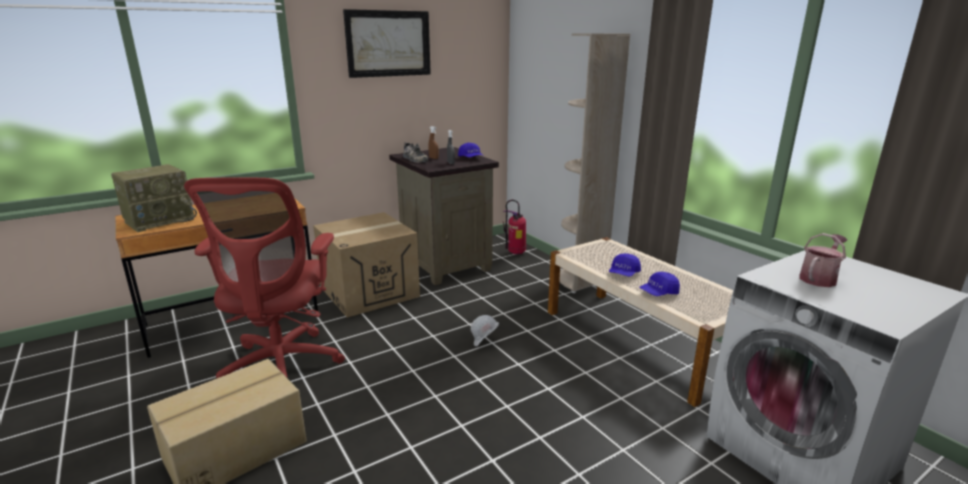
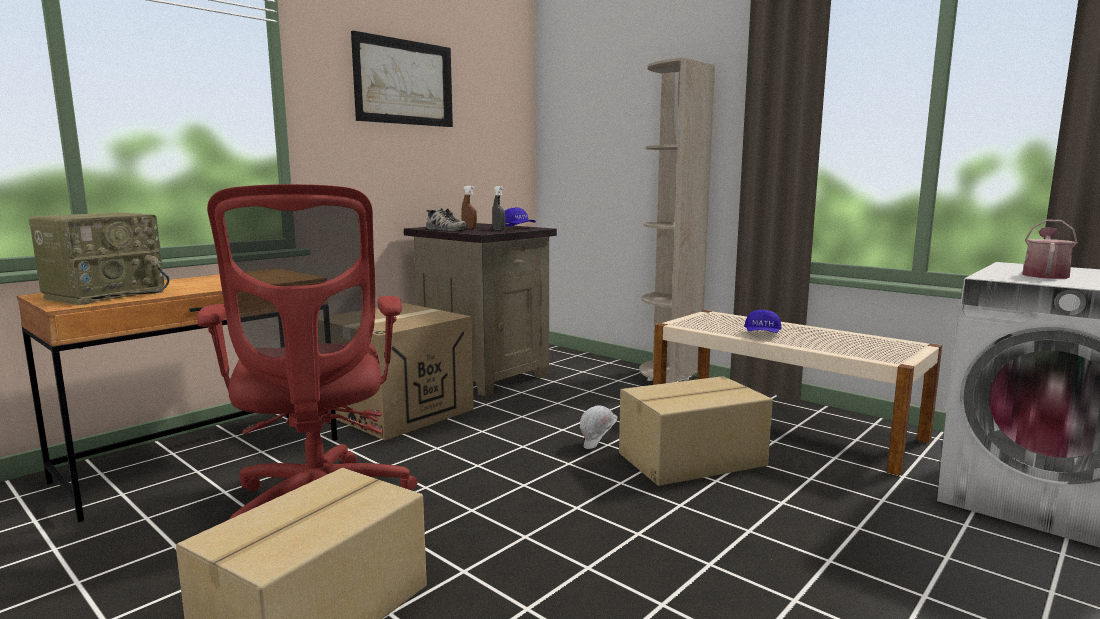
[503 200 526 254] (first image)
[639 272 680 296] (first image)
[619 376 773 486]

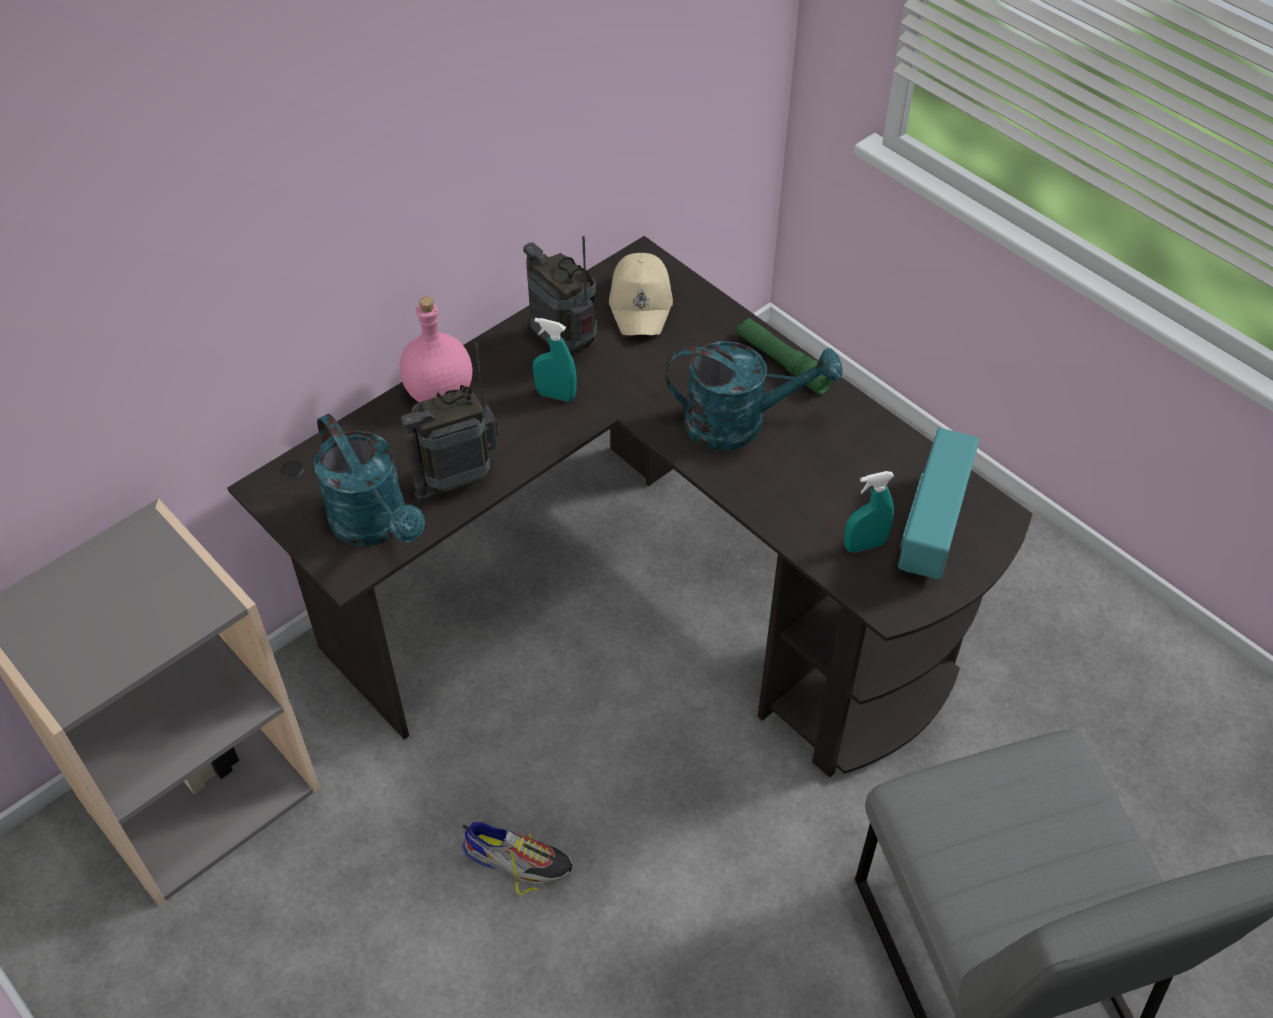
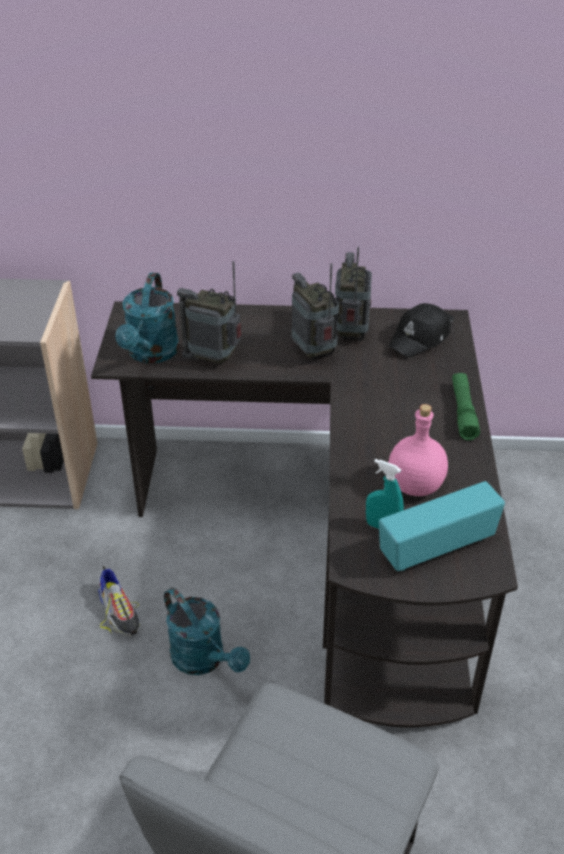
[388 404 448 496]
[164 588 250 675]
[292 263 339 360]
[388 303 451 357]

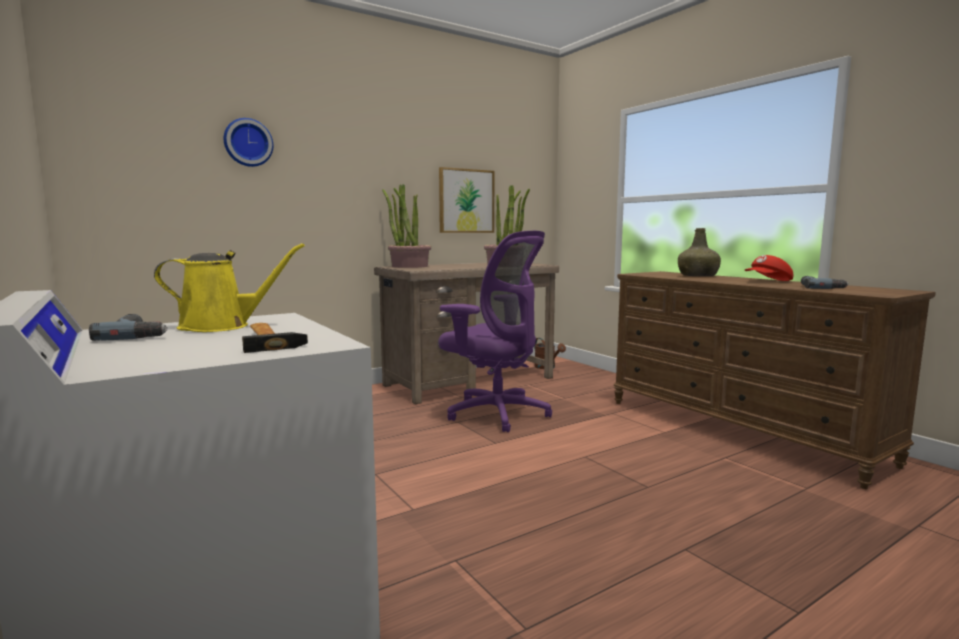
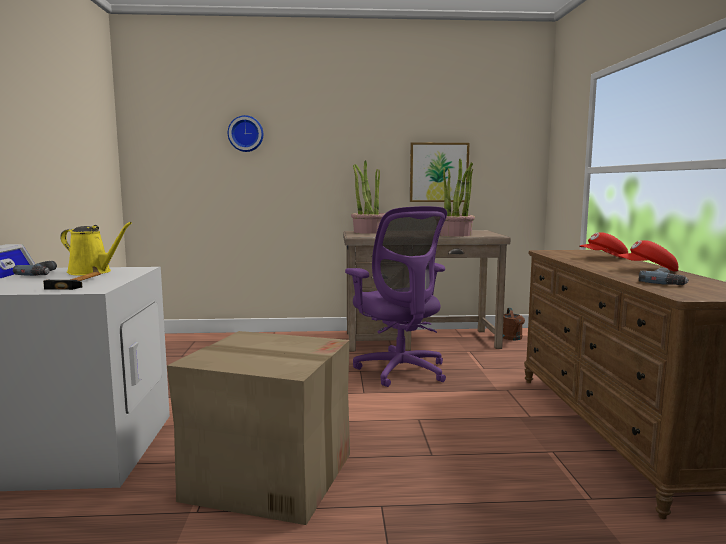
[167 331 350 525]
[579 232 628 258]

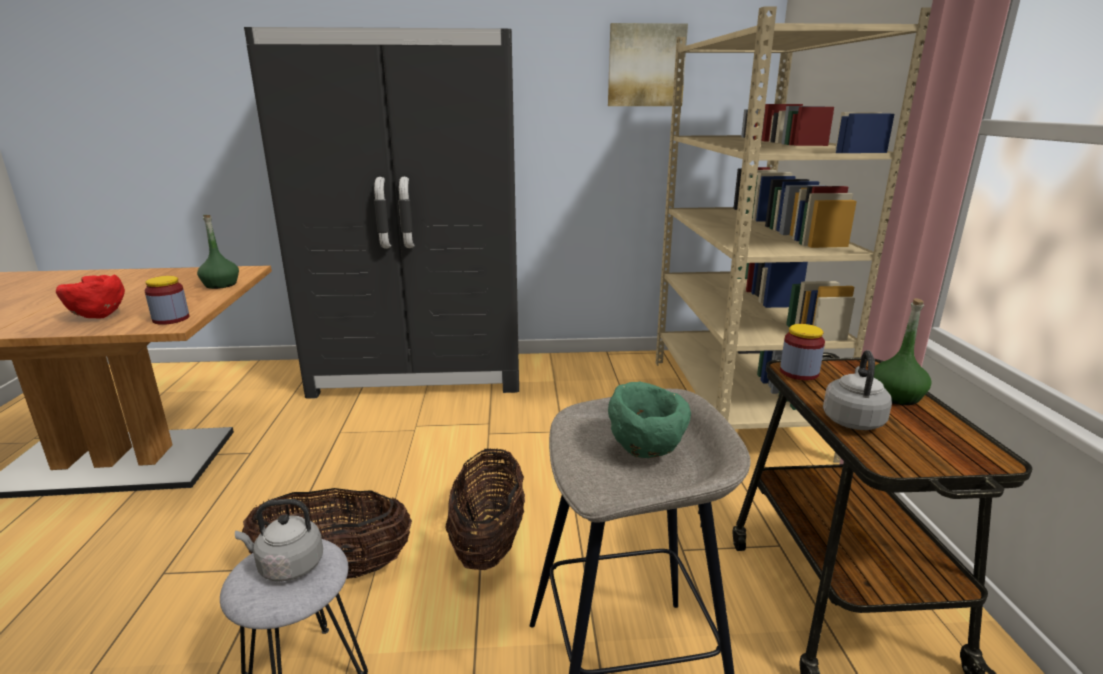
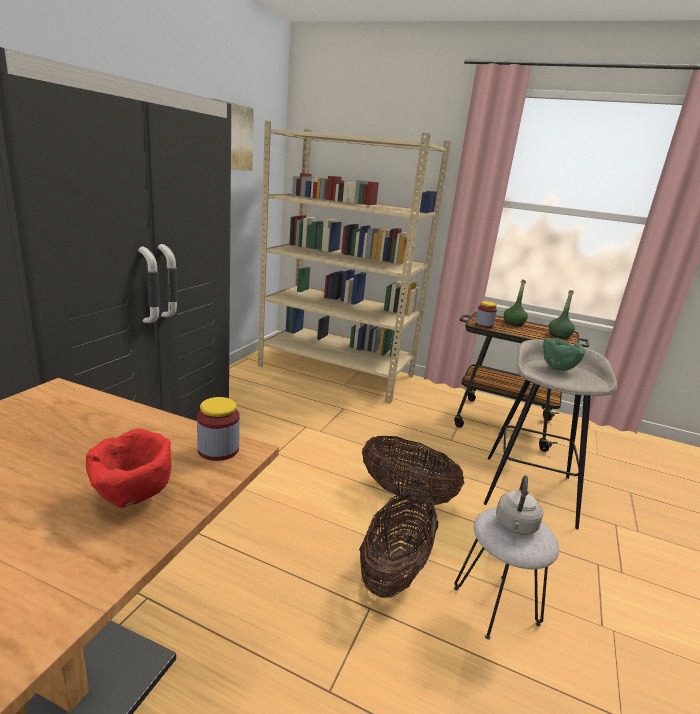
[823 350 892 430] (first image)
[549 290 575 339]

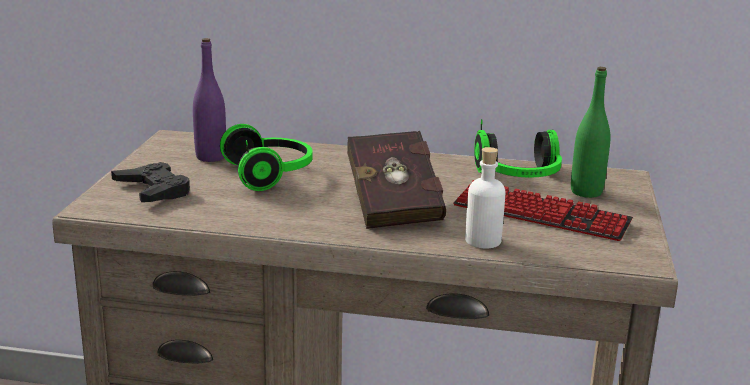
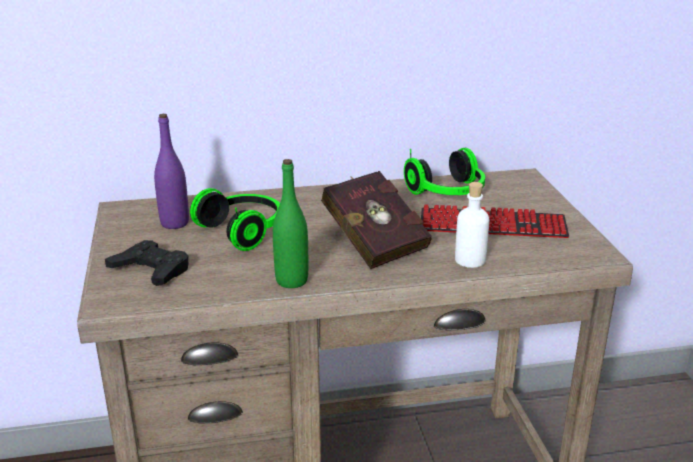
[273 159 308 288]

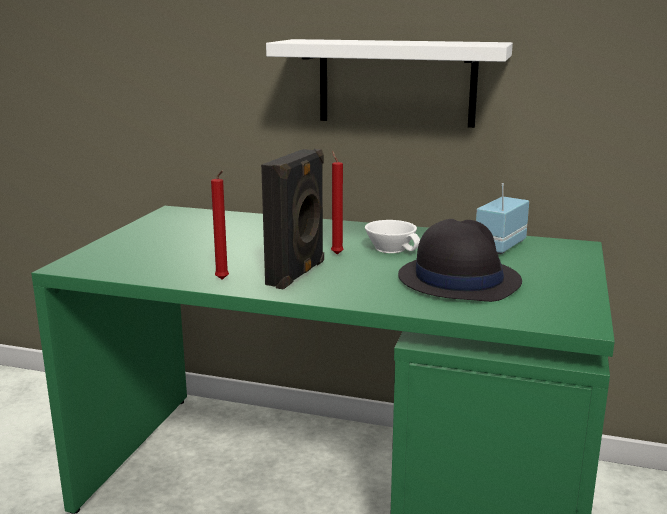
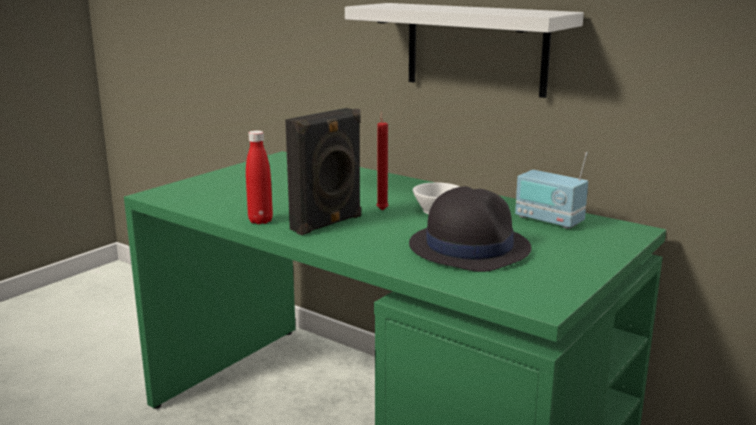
[246 130 273 224]
[515 152 588 229]

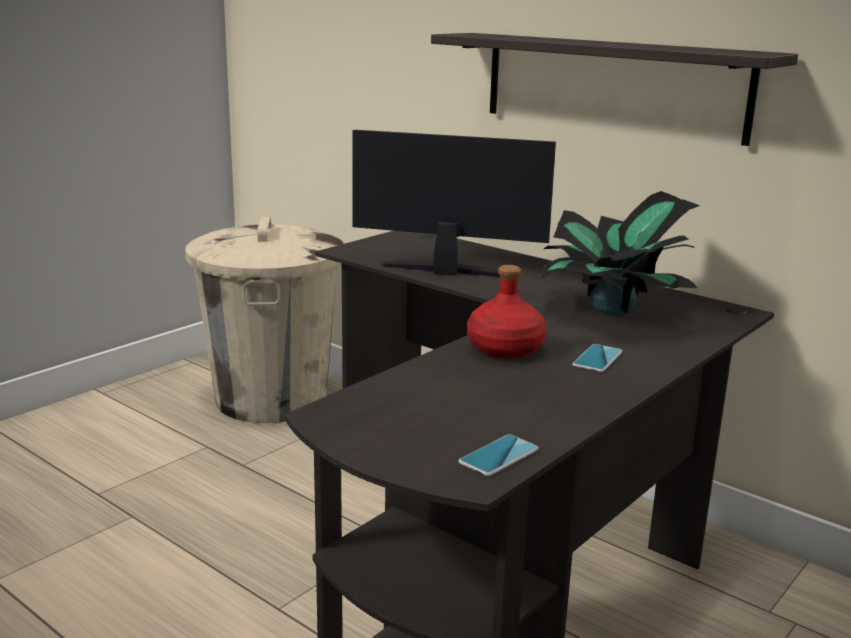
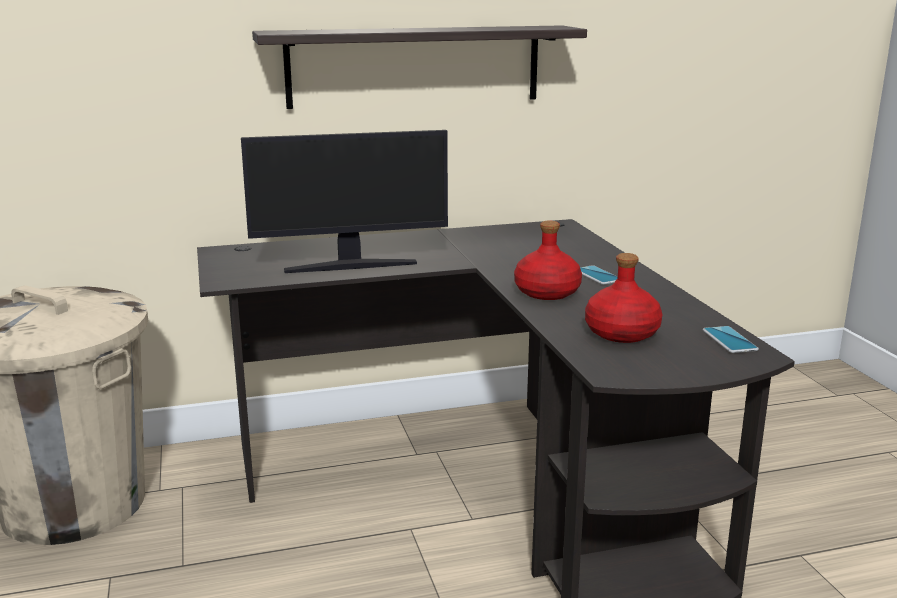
[541 191 700 316] (first image)
[585 253 662 343]
[241 130 448 273]

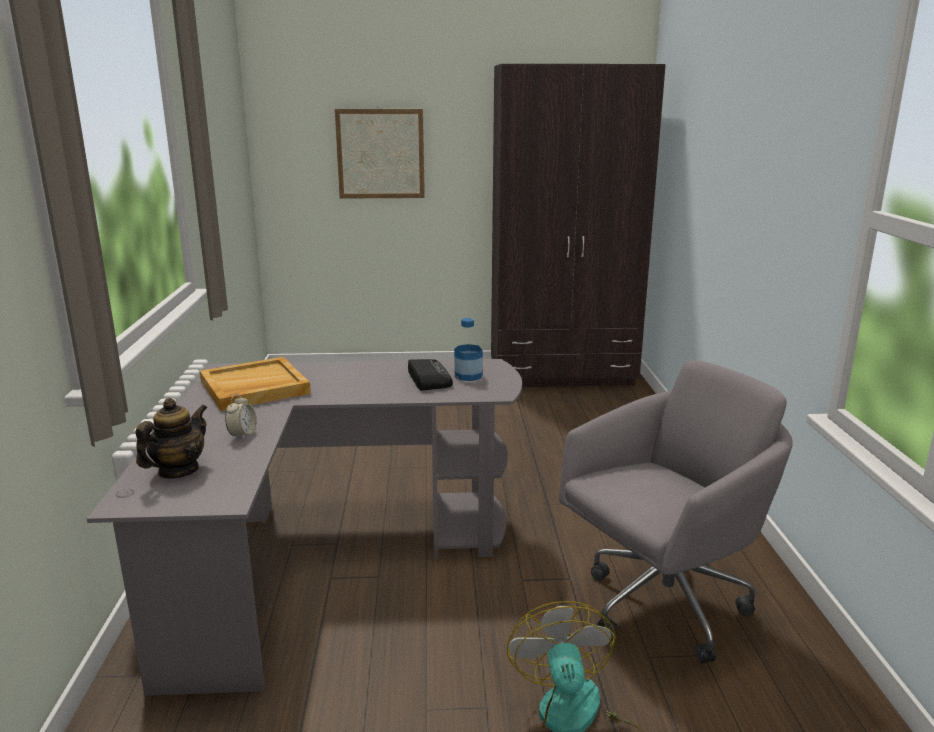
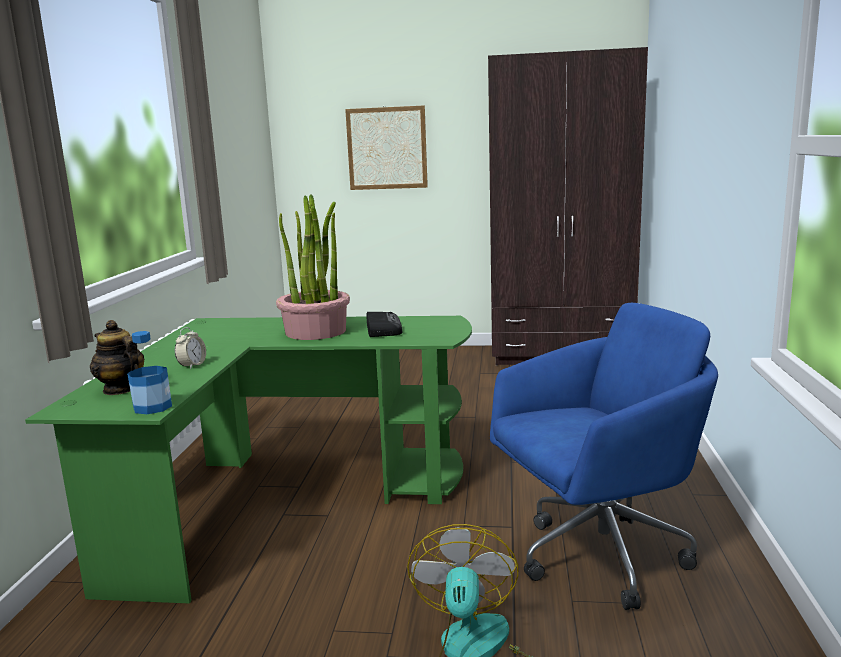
[200 357 311 411] (first image)
[276 195 350 340]
[127 331 172 414]
[25 316 472 603]
[490 303 718 610]
[90 320 144 395]

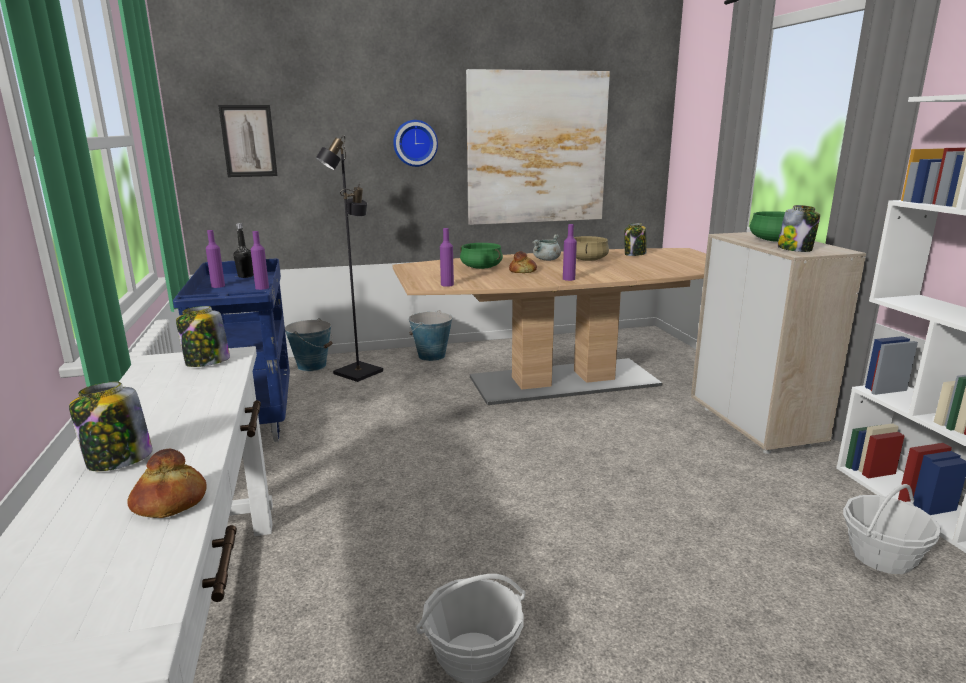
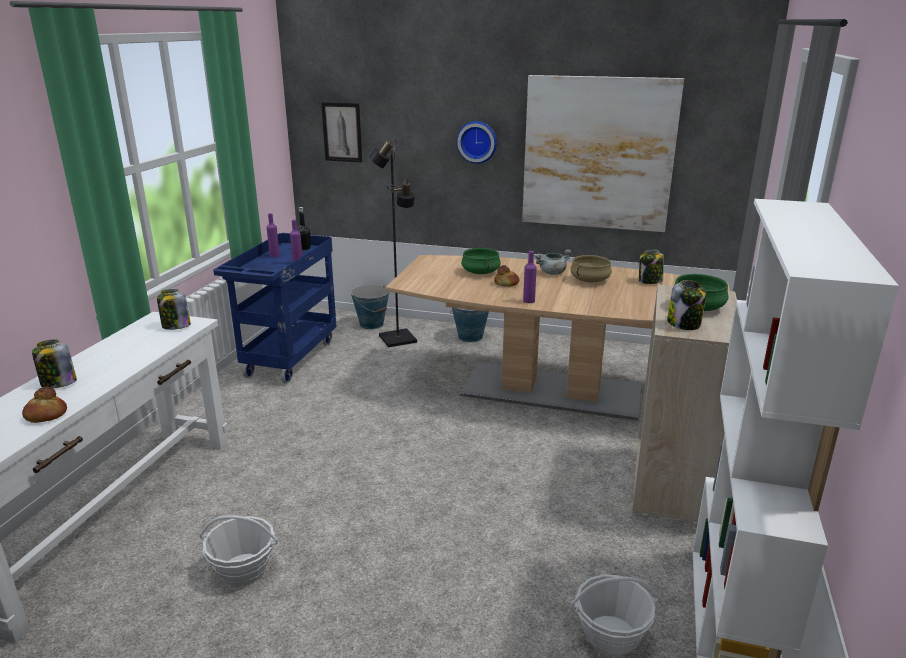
[440 228 454 287] (first image)

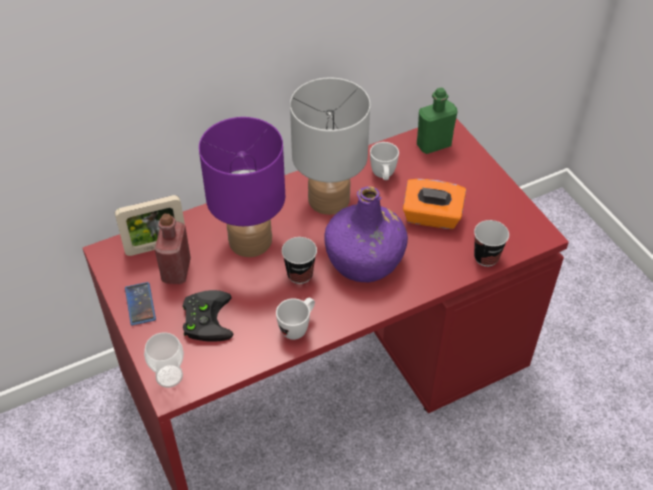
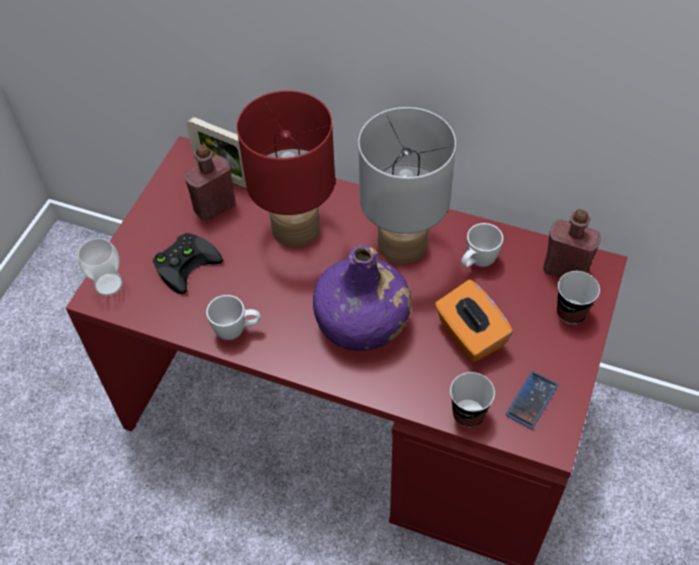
[506 371 558 429]
[557 271 600 324]
[237 90 335 247]
[543 209 601 278]

